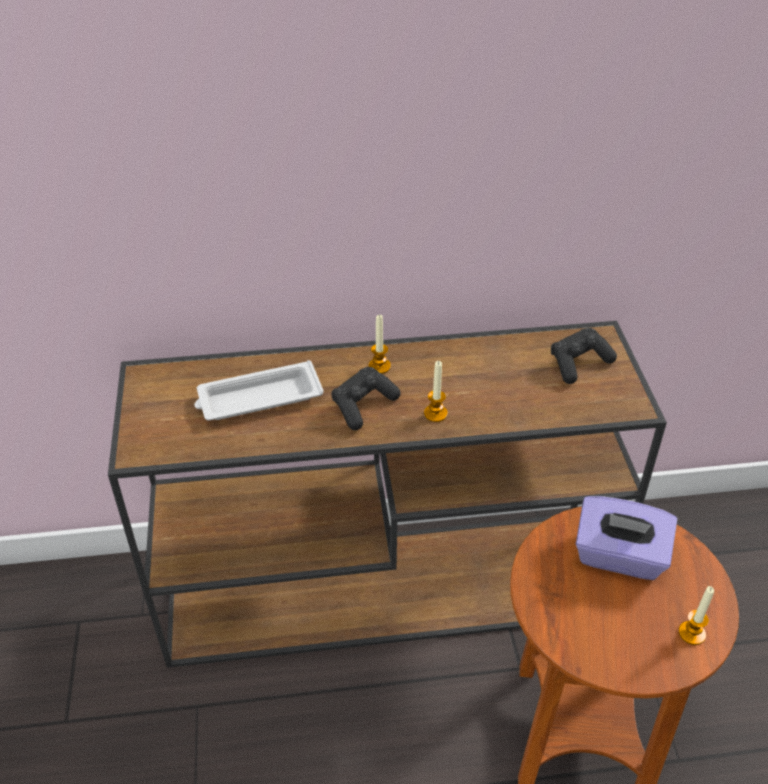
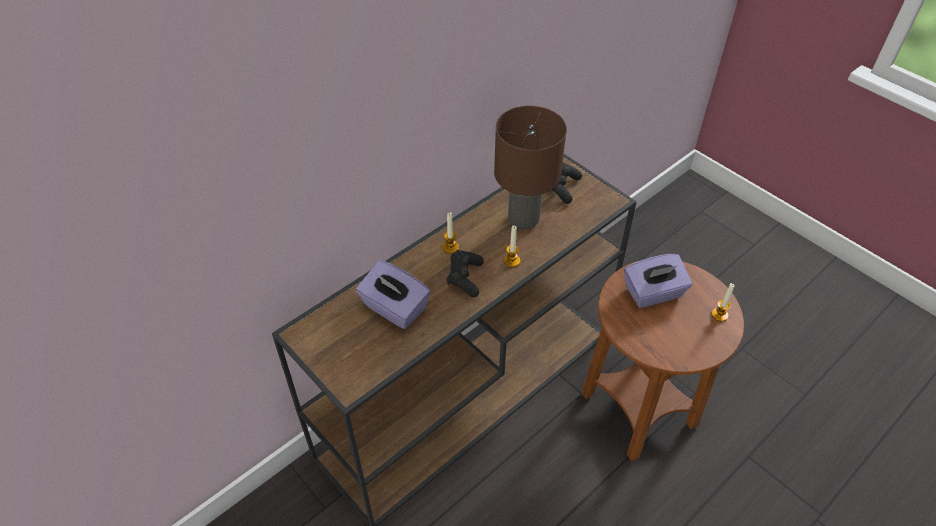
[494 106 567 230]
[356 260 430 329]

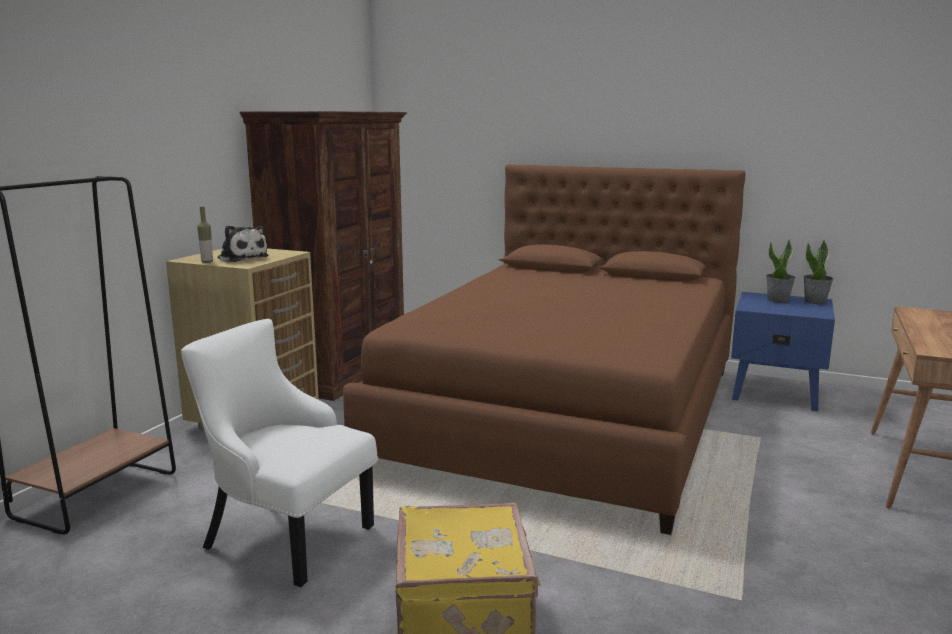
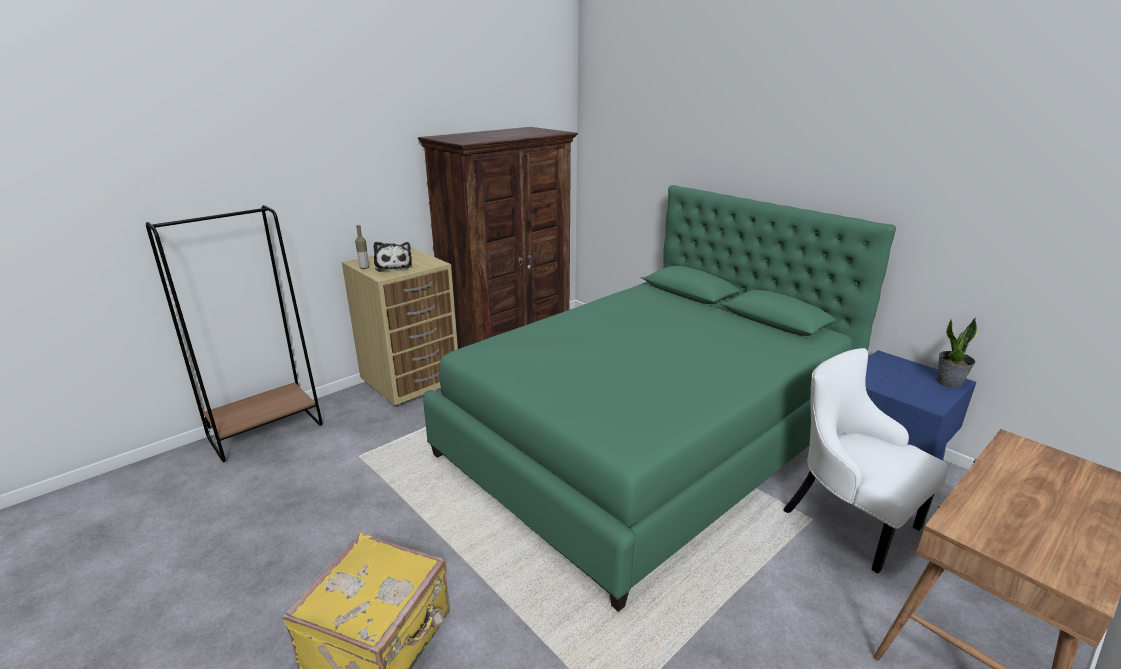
[766 239 796 303] (first image)
[784 348 948 573]
[423 185 896 612]

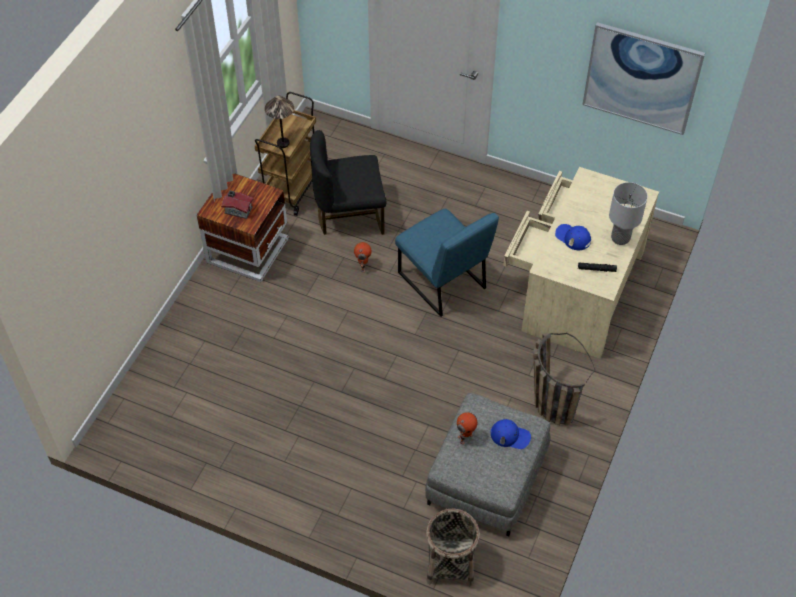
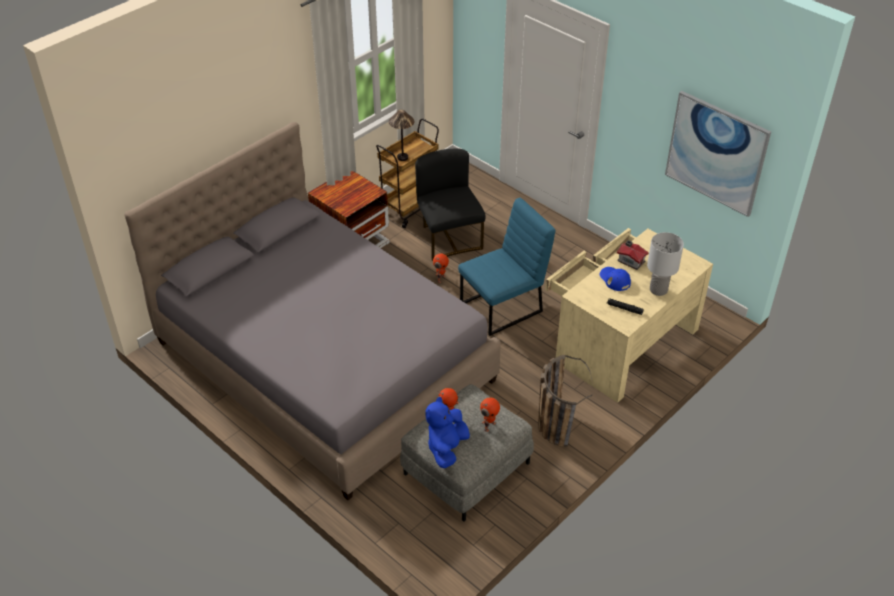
[426 508 480 586] (first image)
[124 122 501 500]
[425 397 470 468]
[617 240 649 270]
[480 398 500 432]
[415 149 486 261]
[458 198 555 336]

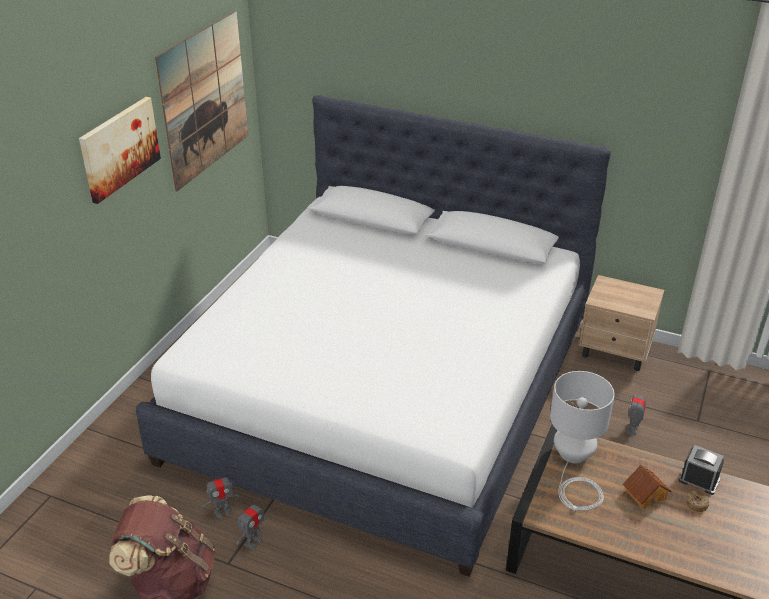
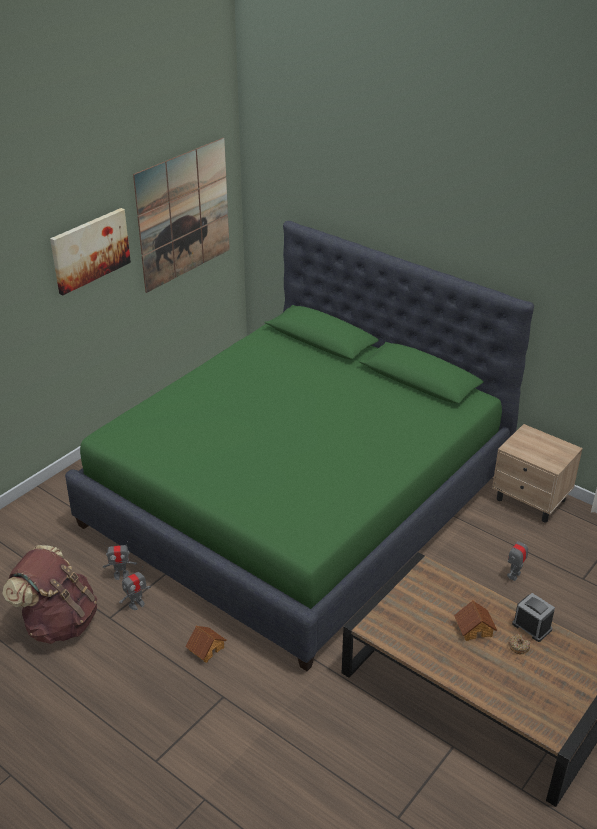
[550 371 615 513] (first image)
[185 626 227 663]
[65 221 534 671]

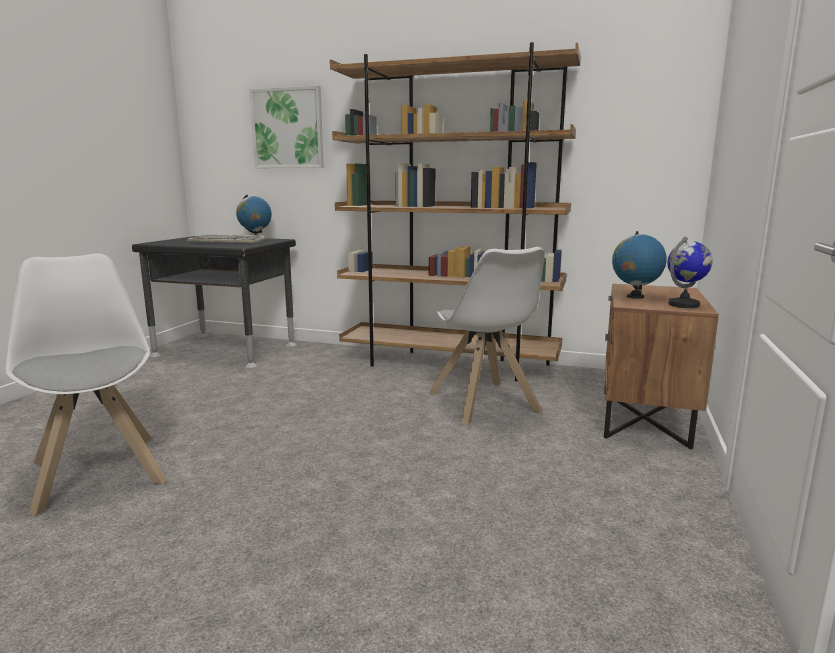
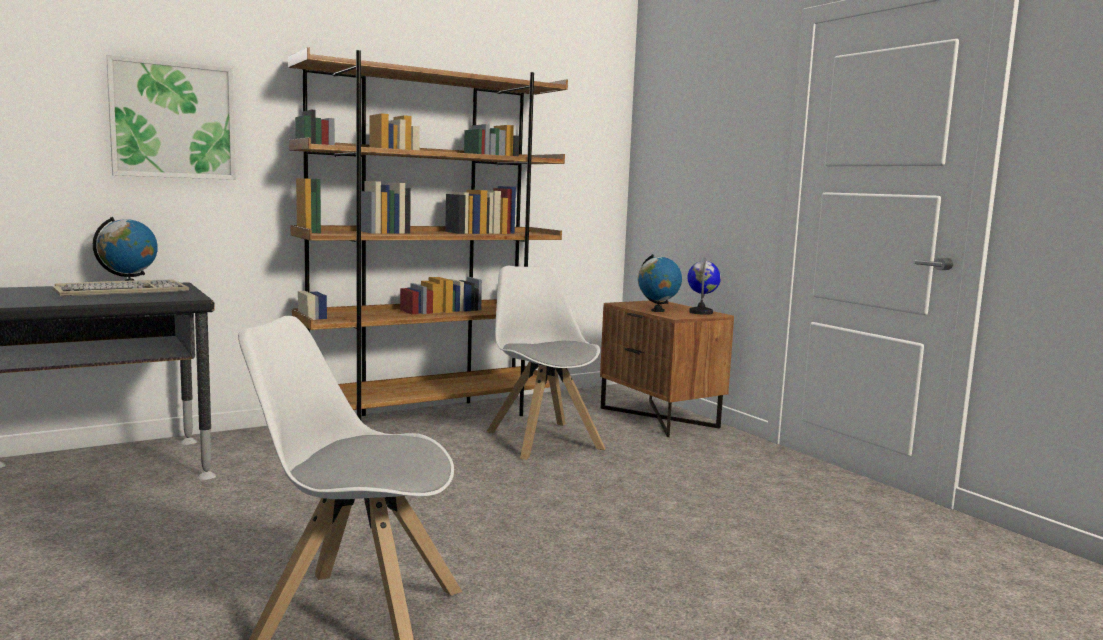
[486 265 605 460]

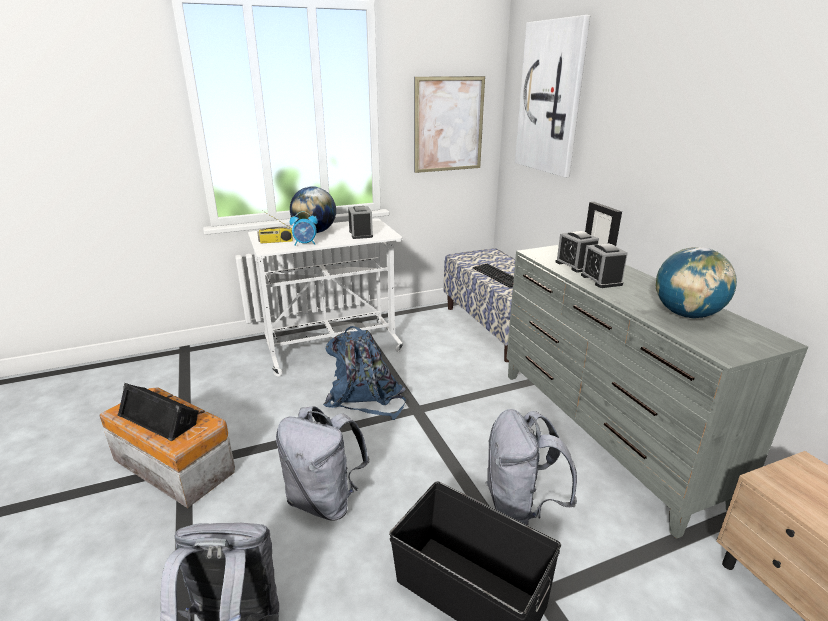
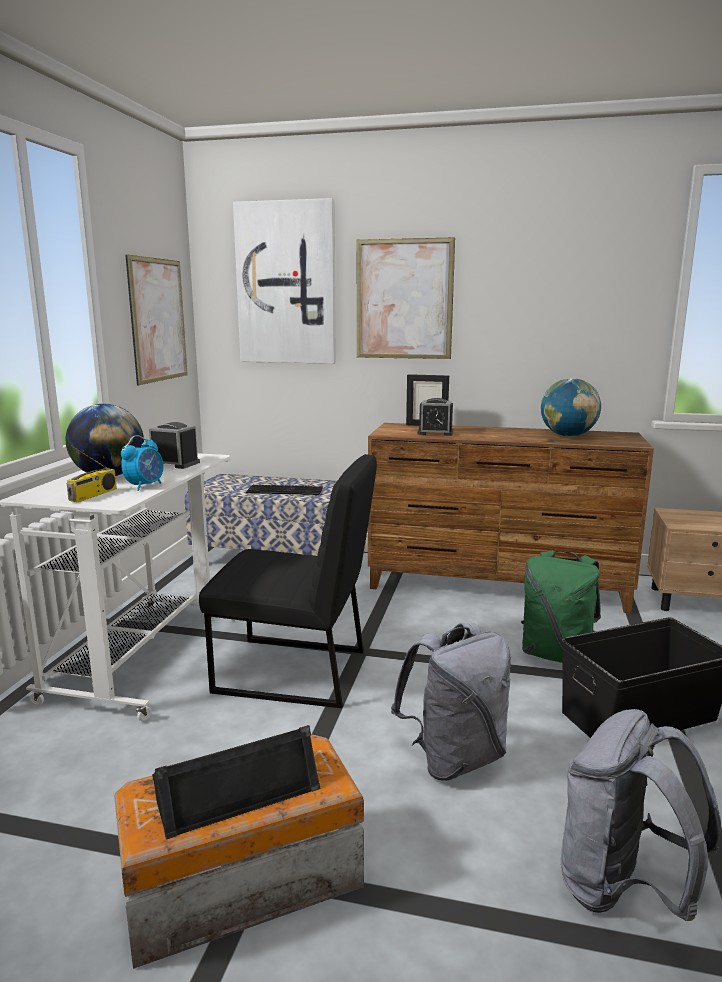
[581 243 628 288] (first image)
[357 237 455 359]
[199 454 377 708]
[521 550 601 663]
[368 423 654 613]

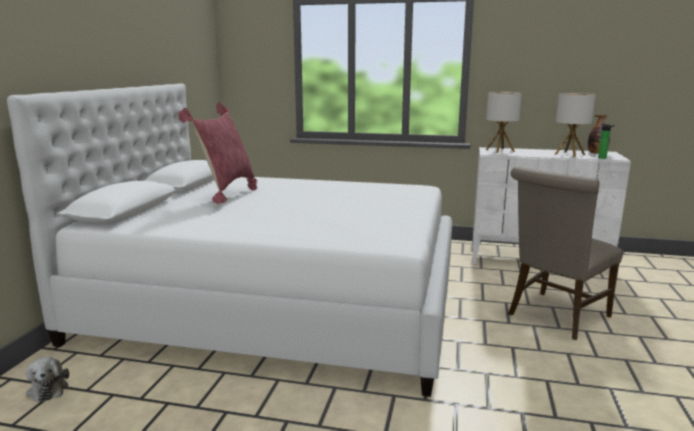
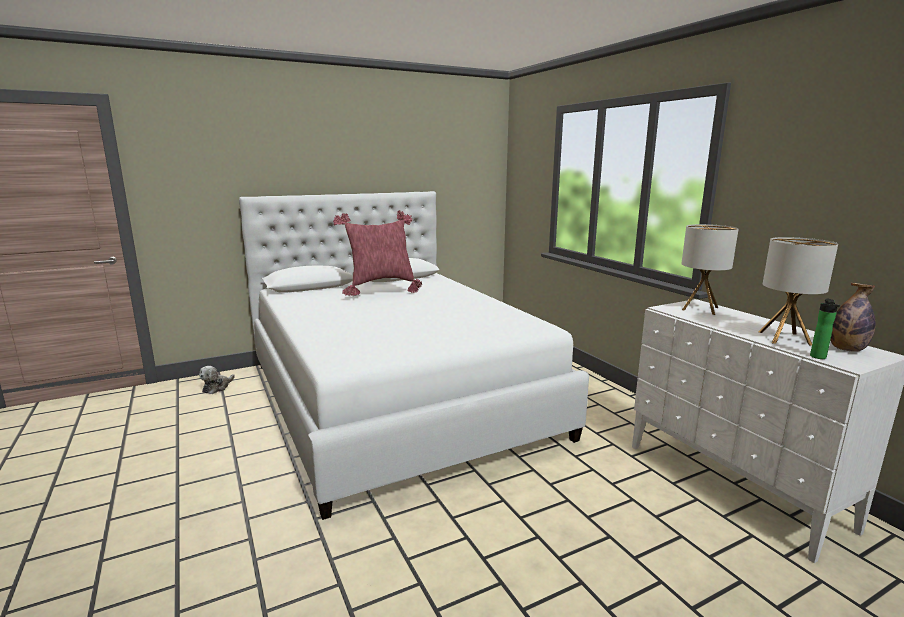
[508 167 623 340] (first image)

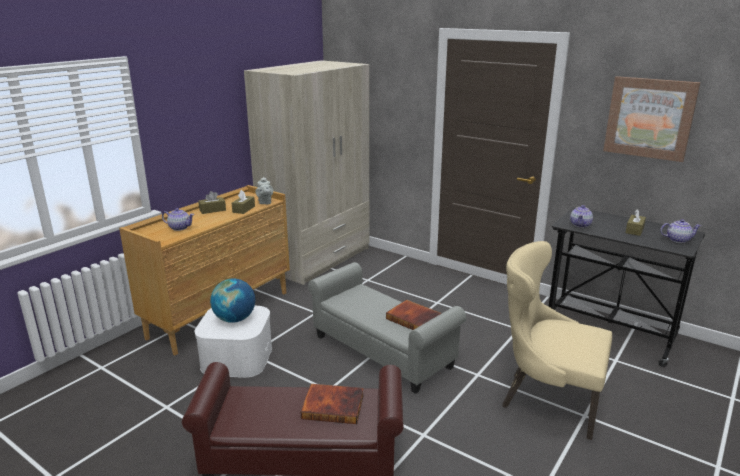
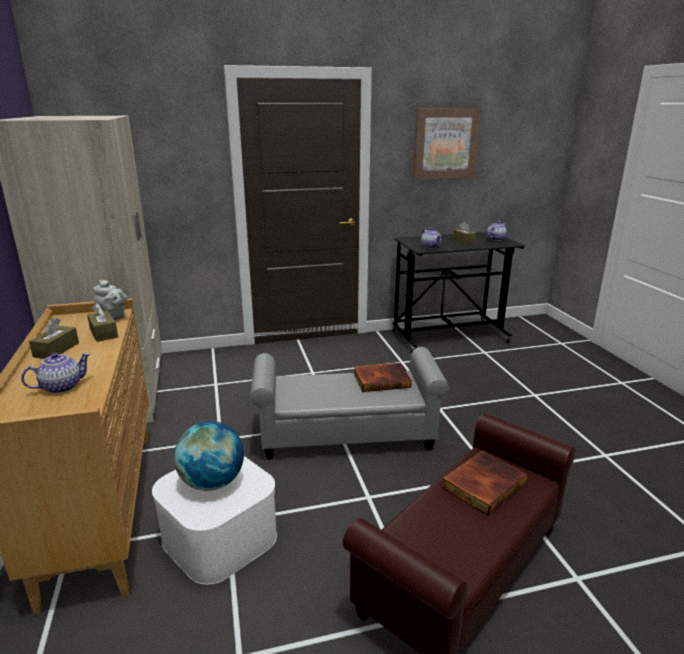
[502 241 612 440] (first image)

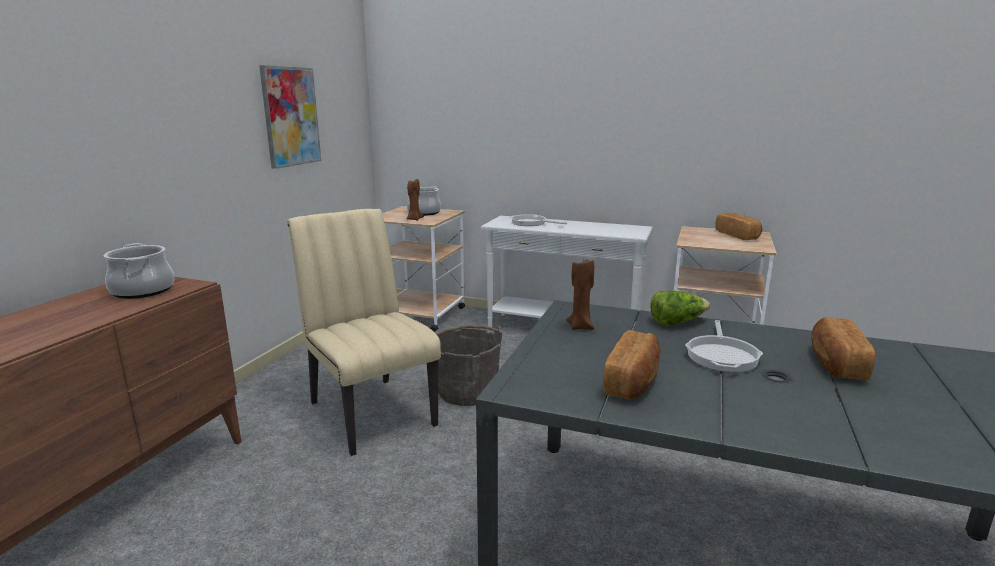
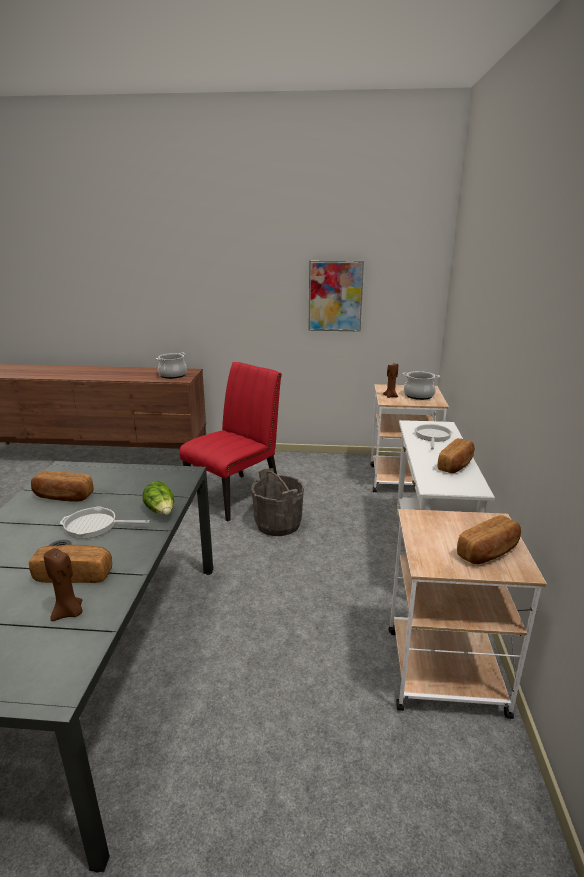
[438 438 475 473]
[44 548 83 621]
[180 362 282 521]

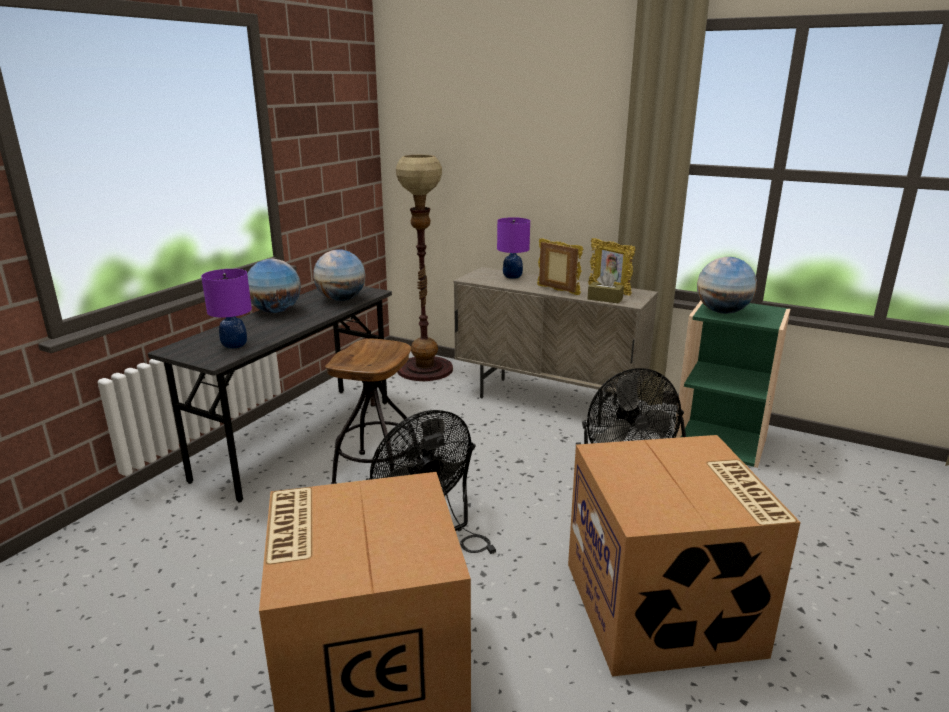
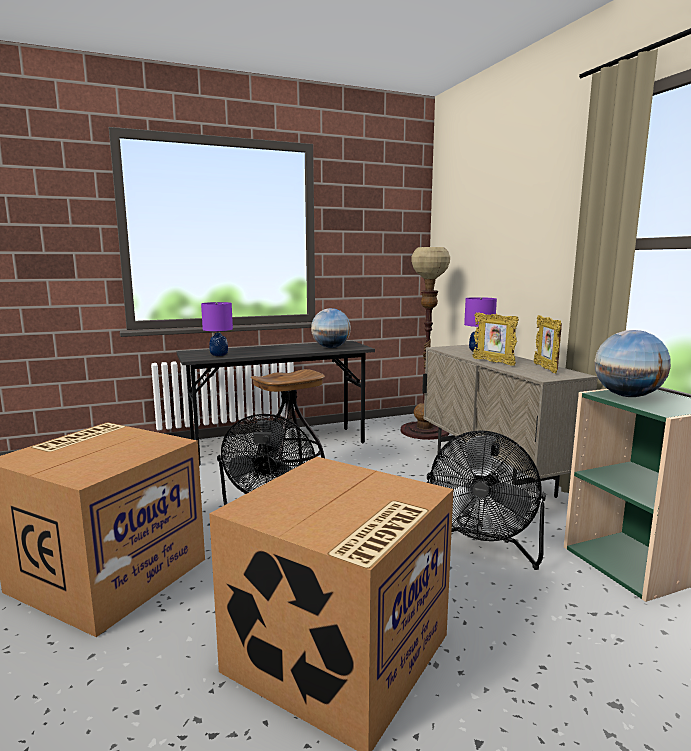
[247 259 301 313] (first image)
[588 273 624 304] (first image)
[472 313 519 366]

